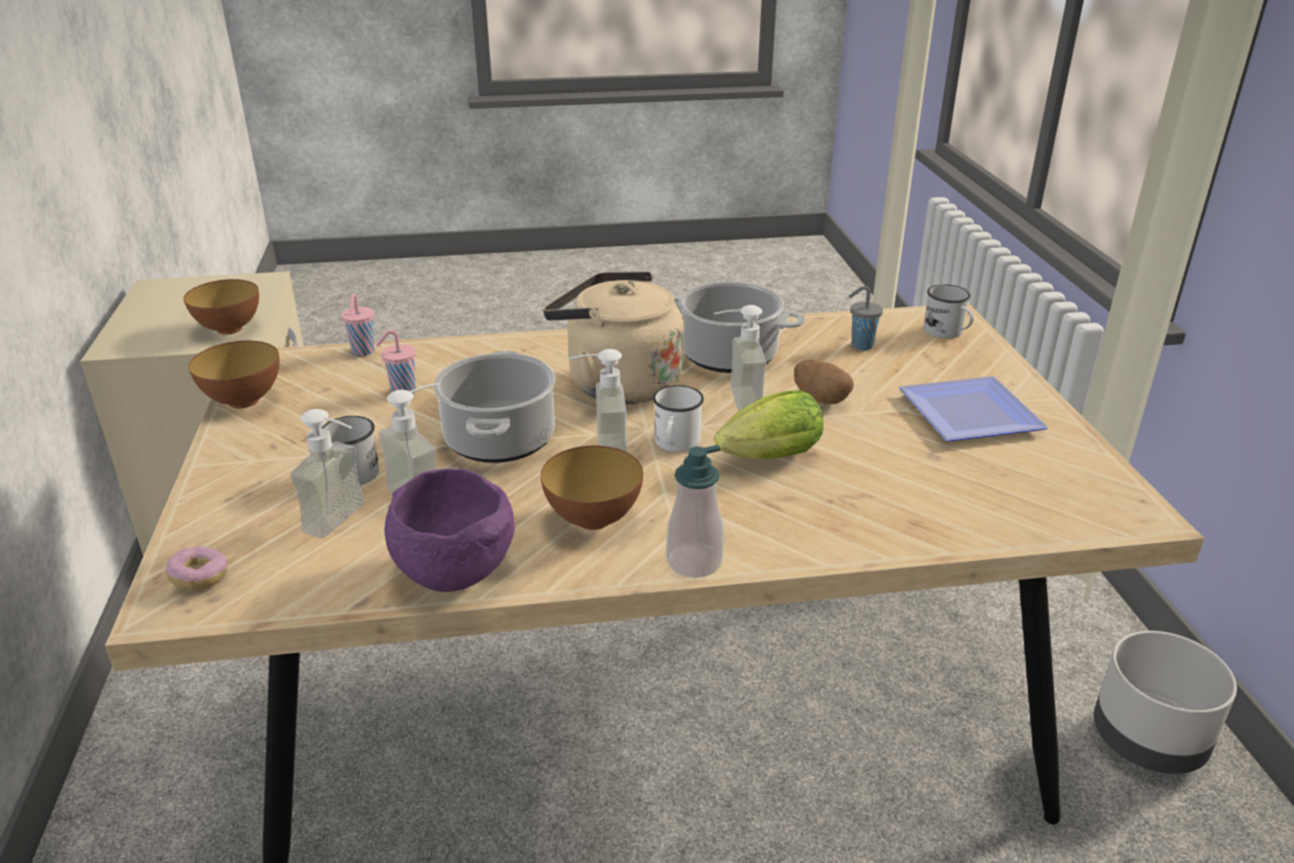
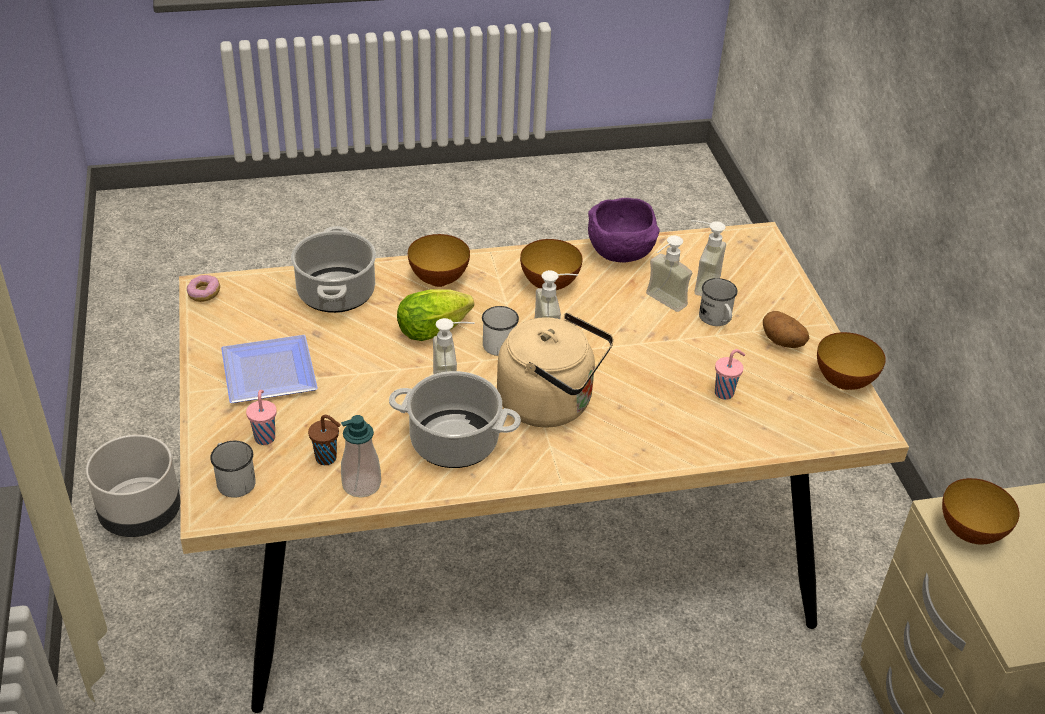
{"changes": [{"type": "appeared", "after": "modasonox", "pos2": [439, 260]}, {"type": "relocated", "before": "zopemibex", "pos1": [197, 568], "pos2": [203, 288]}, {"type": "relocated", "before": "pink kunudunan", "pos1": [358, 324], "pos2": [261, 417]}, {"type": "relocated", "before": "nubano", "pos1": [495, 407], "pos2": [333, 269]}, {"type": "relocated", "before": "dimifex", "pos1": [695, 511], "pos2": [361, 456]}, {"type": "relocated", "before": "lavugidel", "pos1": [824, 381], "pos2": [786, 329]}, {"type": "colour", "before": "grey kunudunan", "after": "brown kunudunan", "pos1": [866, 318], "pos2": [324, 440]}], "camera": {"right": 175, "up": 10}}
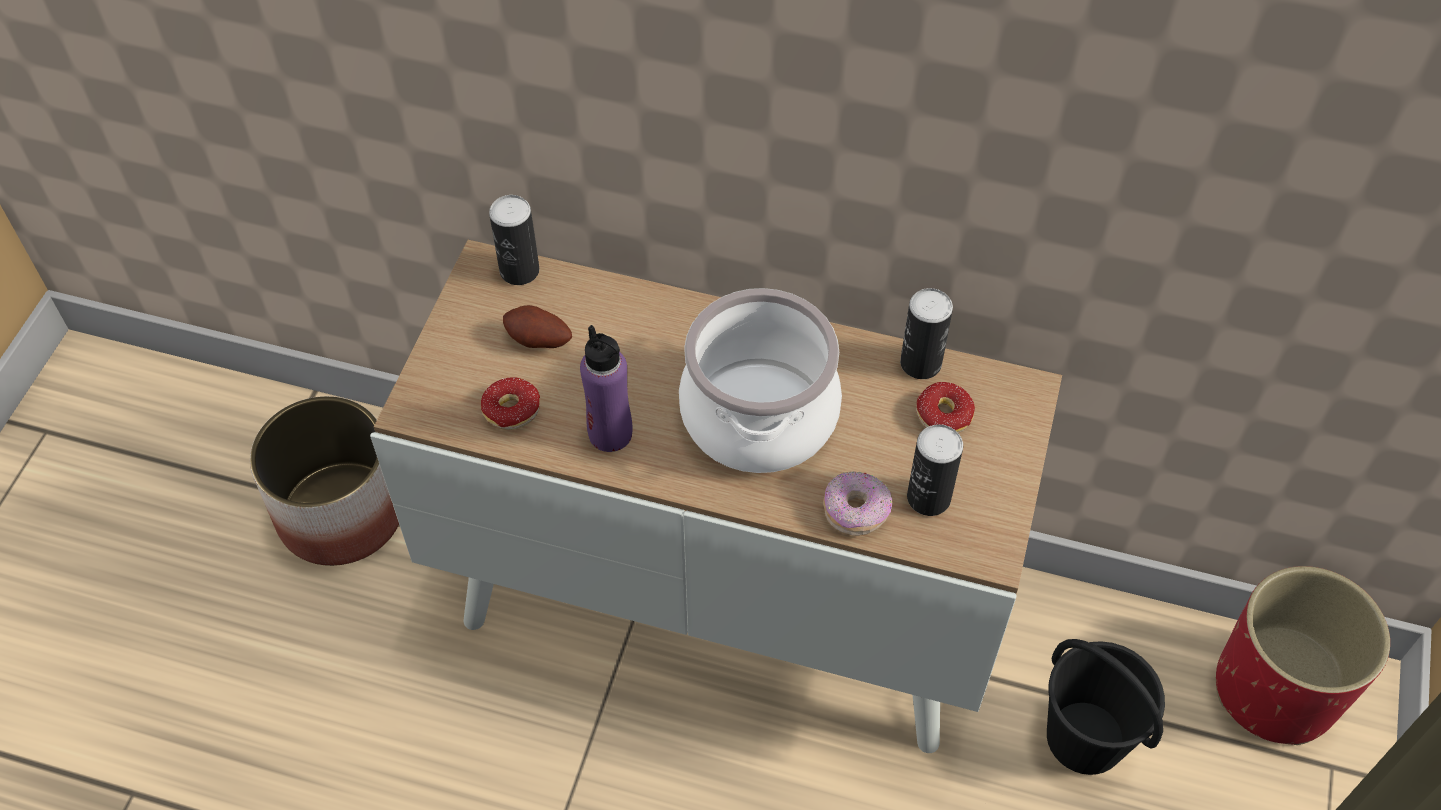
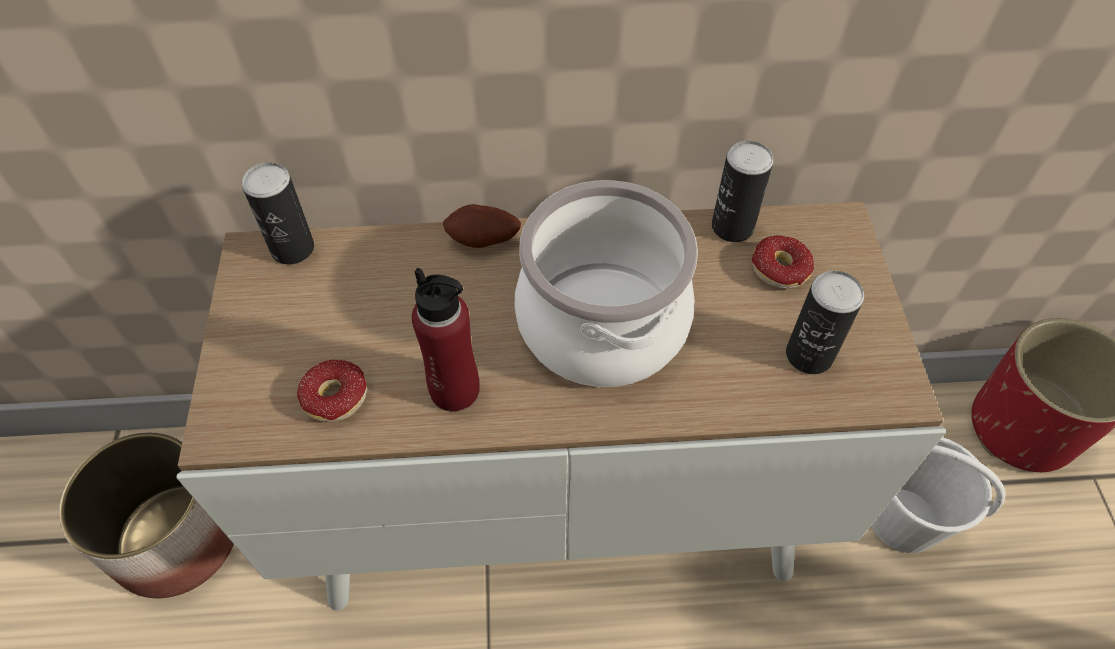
{"changes": [{"type": "missing", "before": "zopemibex", "pos1": [857, 503]}, {"type": "relocated", "before": "lavugidel", "pos1": [537, 326], "pos2": [482, 226]}, {"type": "colour", "before": "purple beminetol", "after": "red beminetol", "pos1": [606, 388], "pos2": [446, 340]}, {"type": "colour", "before": "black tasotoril", "after": "white tasotoril", "pos1": [1106, 707], "pos2": [938, 495]}], "camera": {"right": -20, "up": 0}}
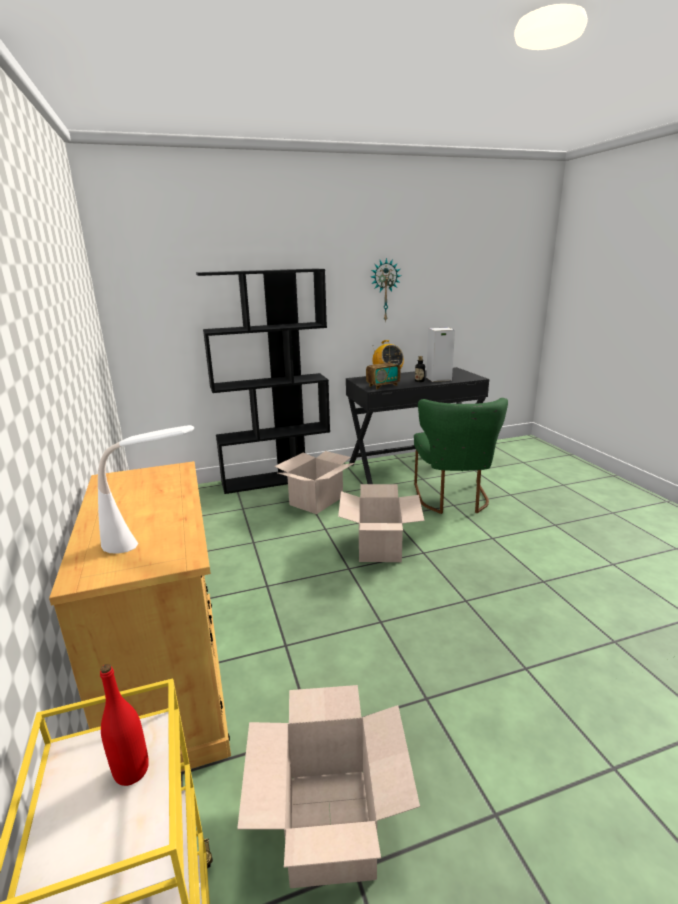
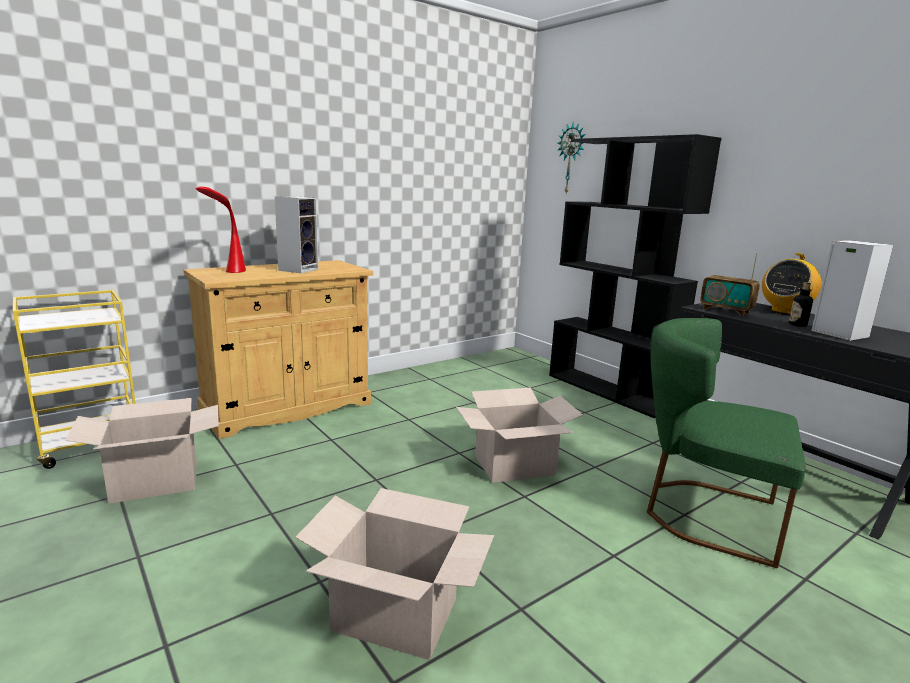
{"changes": [{"type": "missing", "before": "red beminetol", "pos1": [124, 725]}, {"type": "appeared", "after": "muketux", "pos2": [296, 234]}, {"type": "relocated", "before": "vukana", "pos1": [314, 482], "pos2": [394, 574]}, {"type": "relocated", "before": "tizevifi", "pos1": [386, 290], "pos2": [571, 158]}, {"type": "colour", "before": "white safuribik", "after": "red safuribik", "pos1": [146, 489], "pos2": [221, 229]}, {"type": "spun", "before": "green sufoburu", "pos1": [461, 456], "pos2": [726, 443], "turn": 45}], "camera": {"right": 70, "up": -5}}
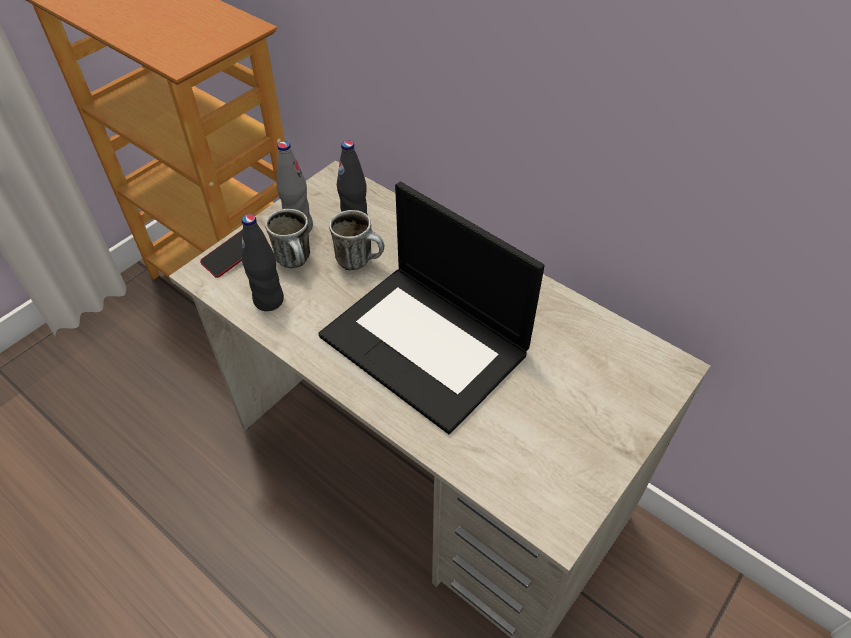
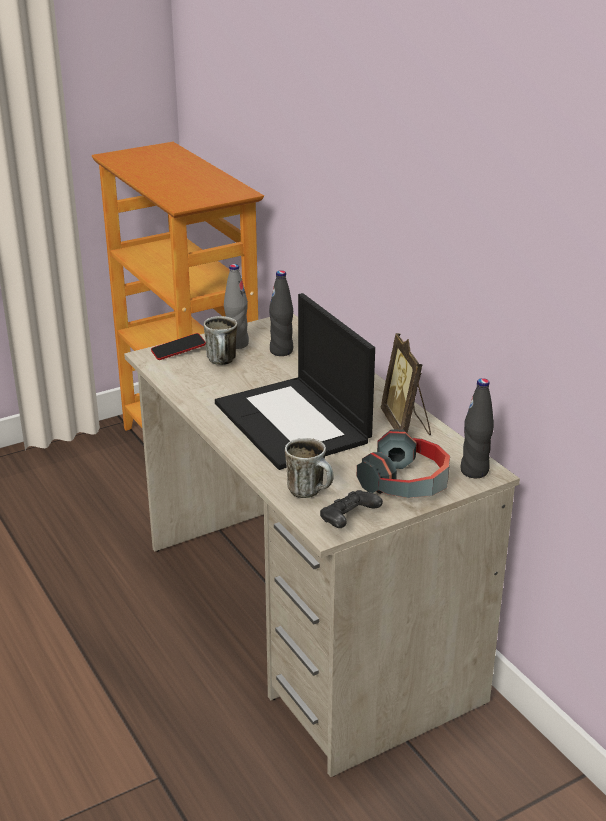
{"changes": [{"type": "appeared", "after": "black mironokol", "pos2": [351, 509]}, {"type": "appeared", "after": "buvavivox", "pos2": [403, 463]}, {"type": "appeared", "after": "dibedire", "pos2": [406, 384]}, {"type": "relocated", "before": "black beminetol", "pos1": [263, 262], "pos2": [477, 428]}, {"type": "relocated", "before": "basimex", "pos1": [356, 240], "pos2": [309, 468]}], "camera": {"right": 20, "up": -20}}
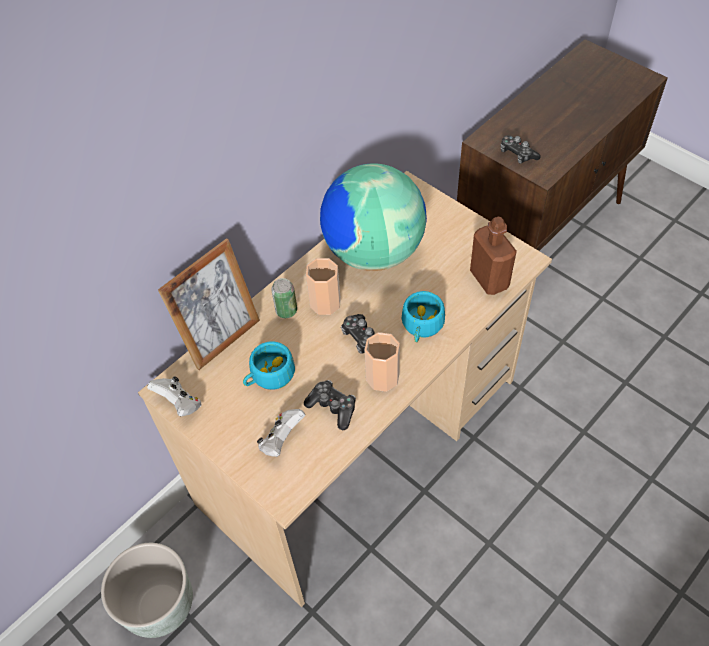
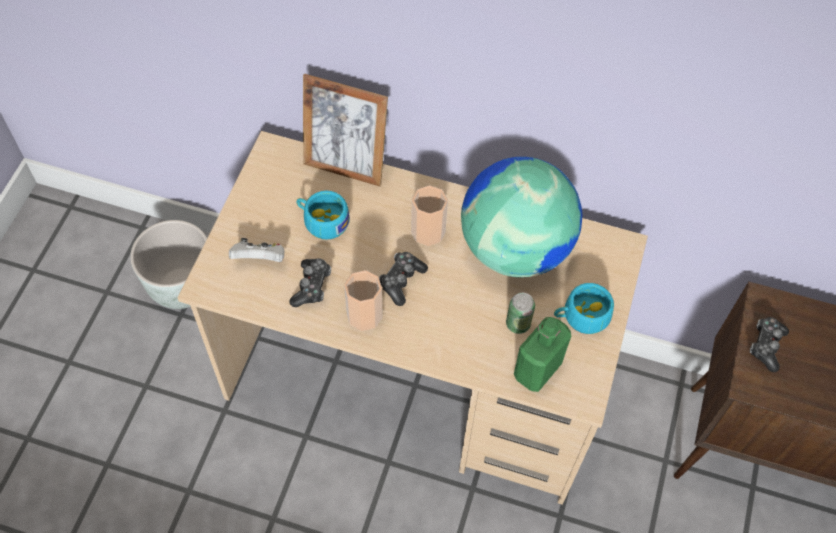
{"changes": [{"type": "missing", "before": "white mironokol", "pos1": [174, 396]}, {"type": "relocated", "before": "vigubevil", "pos1": [284, 298], "pos2": [520, 313]}, {"type": "relocated", "before": "turquoise kunudunan", "pos1": [423, 316], "pos2": [584, 308]}, {"type": "colour", "before": "brown beminetol", "after": "green beminetol", "pos1": [493, 255], "pos2": [542, 354]}], "camera": {"right": 60, "up": 5}}
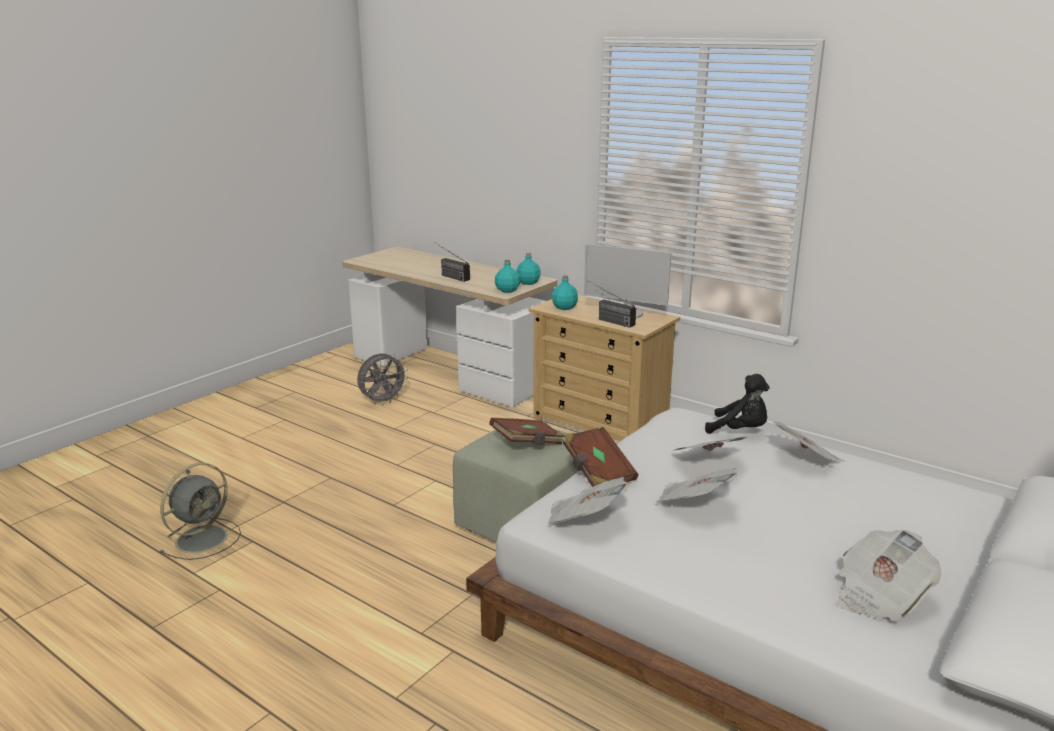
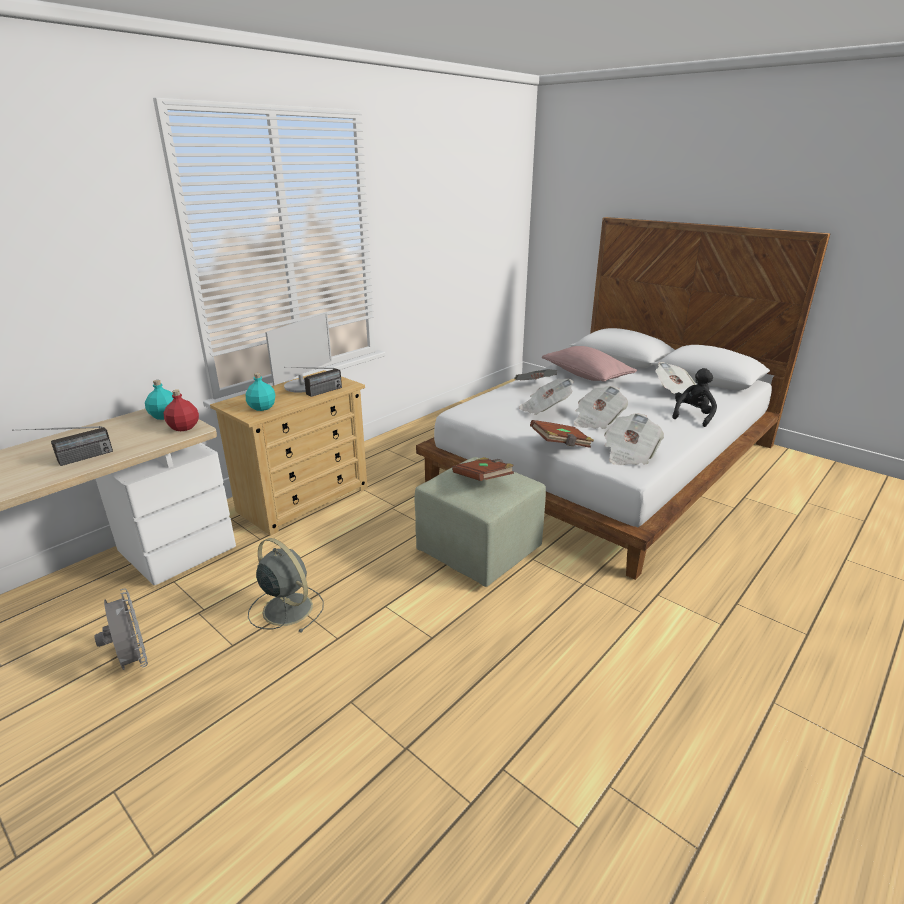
{"changes": [{"type": "appeared", "after": "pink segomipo", "pos2": [589, 364]}, {"type": "relocated", "before": "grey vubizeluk", "pos1": [200, 511], "pos2": [286, 585]}, {"type": "relocated", "before": "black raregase", "pos1": [737, 404], "pos2": [694, 397]}, {"type": "colour", "before": "turquoise beminetol", "after": "red beminetol", "pos1": [508, 276], "pos2": [181, 410]}], "camera": {"right": -85, "up": 5}}
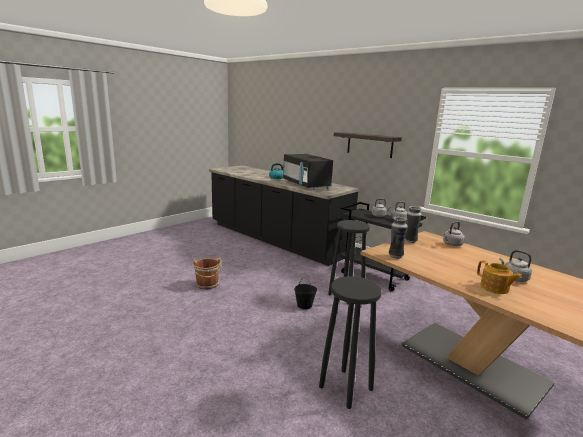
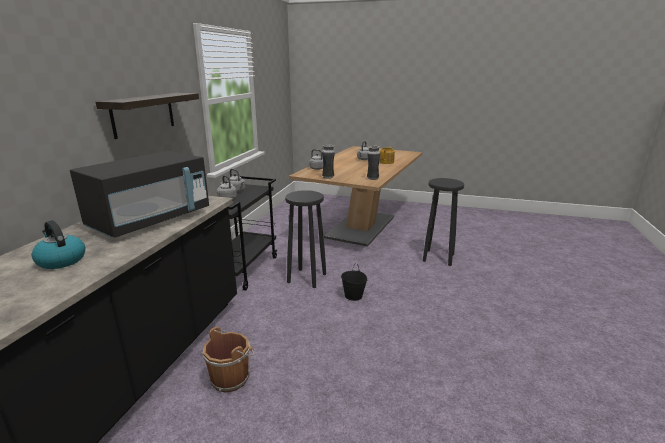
{"changes": [{"type": "relocated", "before": "brown tasotoril", "pos1": [206, 273], "pos2": [227, 360]}], "camera": {"right": -115, "up": 5}}
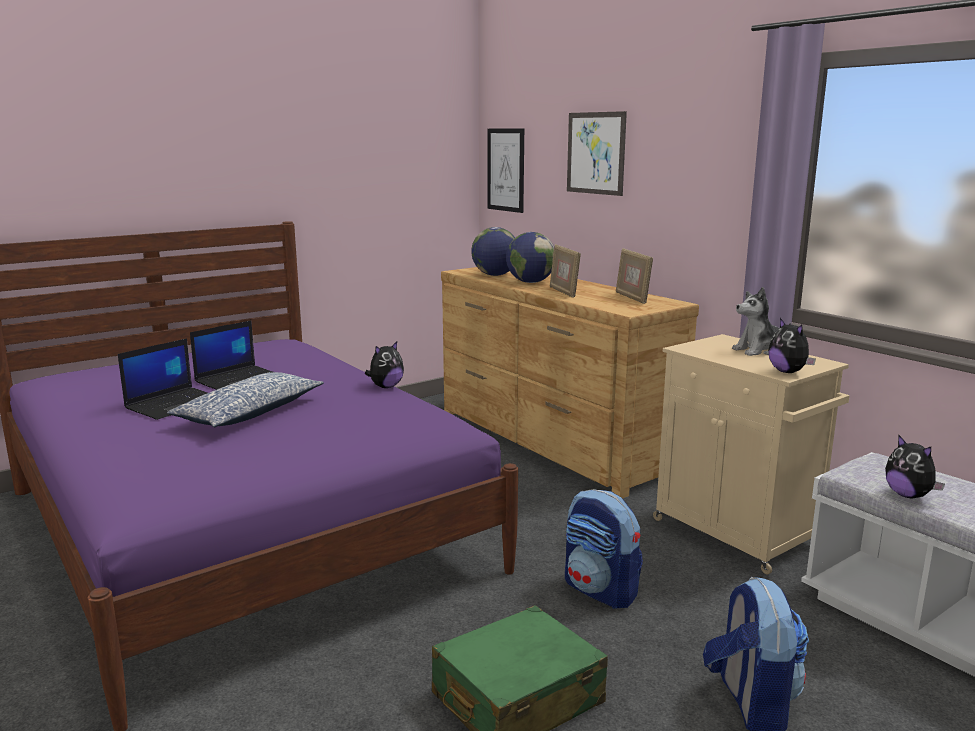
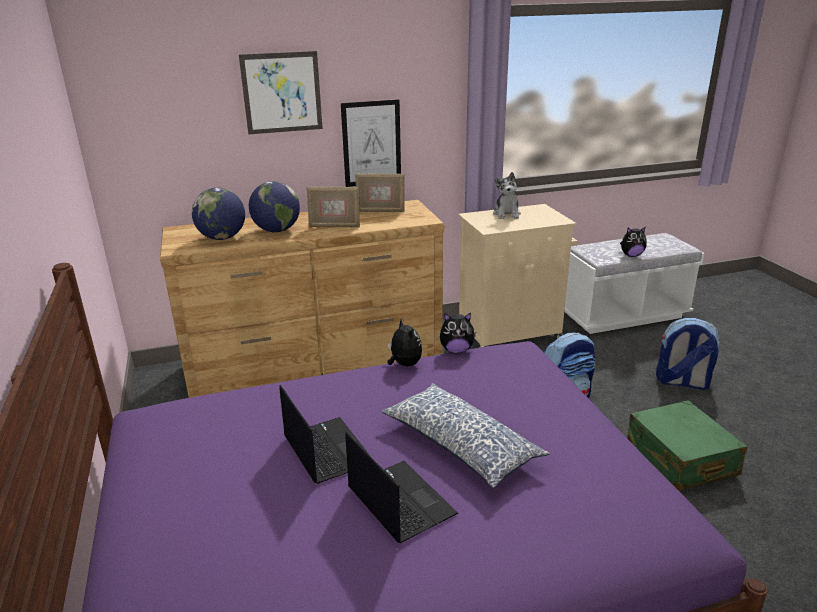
{"changes": [{"type": "relocated", "before": "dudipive", "pos1": [505, 170], "pos2": [371, 143]}, {"type": "relocated", "before": "raregase", "pos1": [792, 345], "pos2": [458, 333]}], "camera": {"right": -70, "up": 10}}
